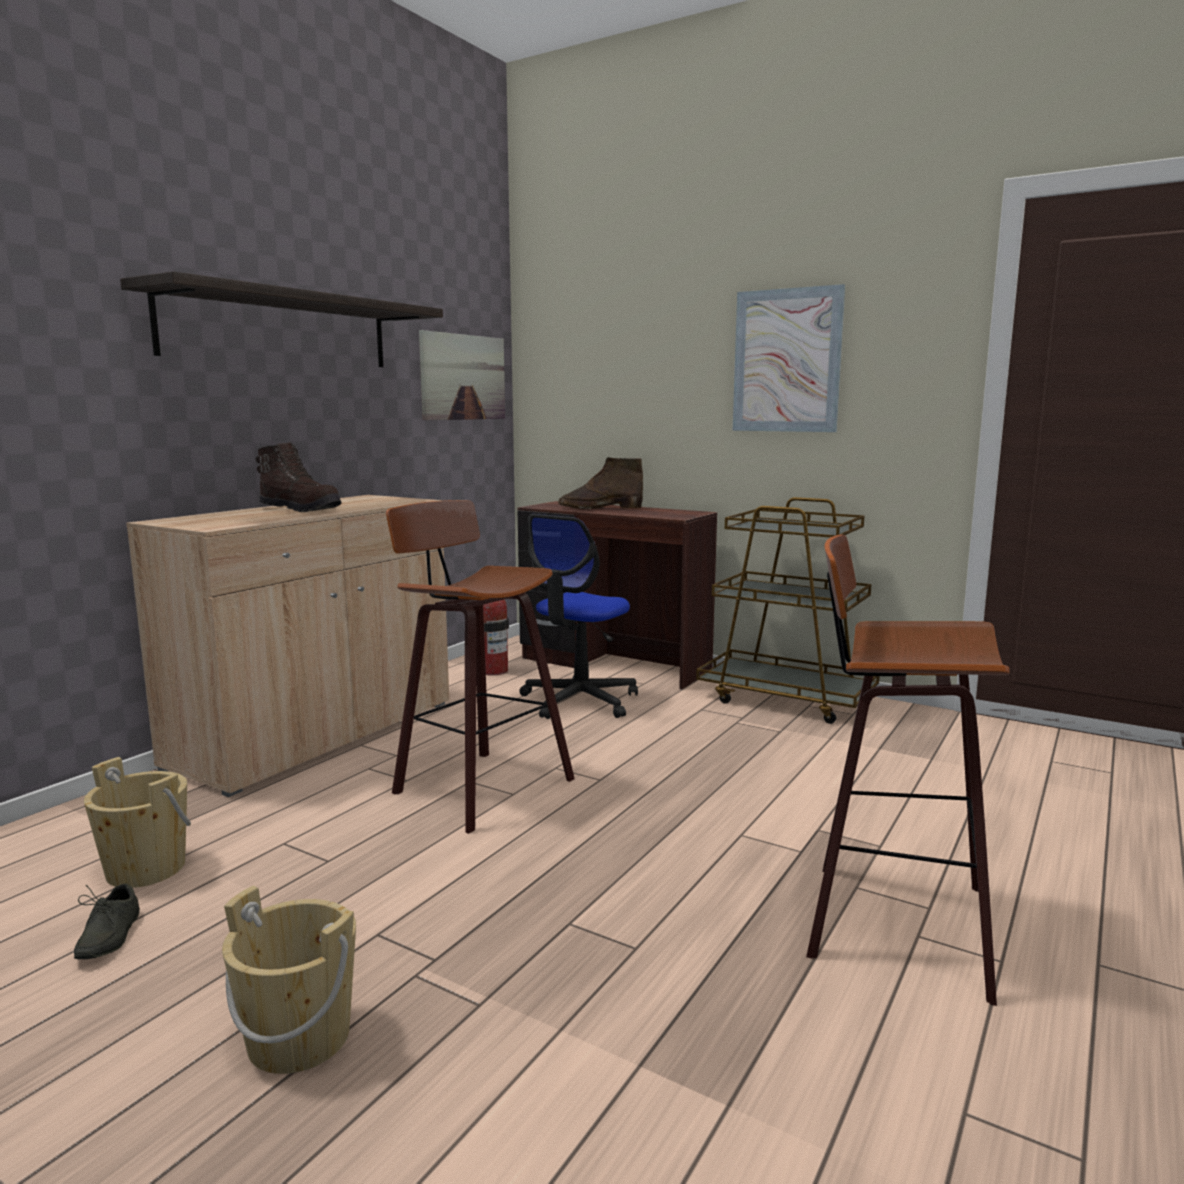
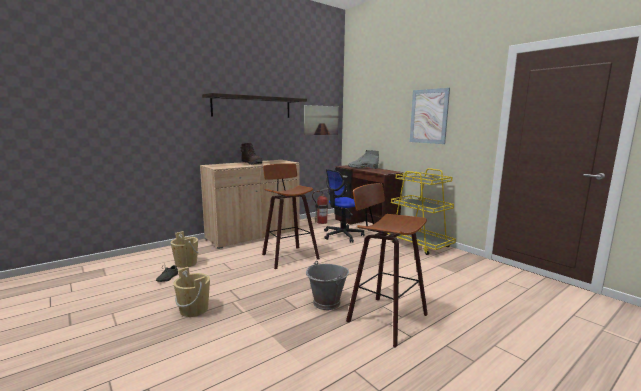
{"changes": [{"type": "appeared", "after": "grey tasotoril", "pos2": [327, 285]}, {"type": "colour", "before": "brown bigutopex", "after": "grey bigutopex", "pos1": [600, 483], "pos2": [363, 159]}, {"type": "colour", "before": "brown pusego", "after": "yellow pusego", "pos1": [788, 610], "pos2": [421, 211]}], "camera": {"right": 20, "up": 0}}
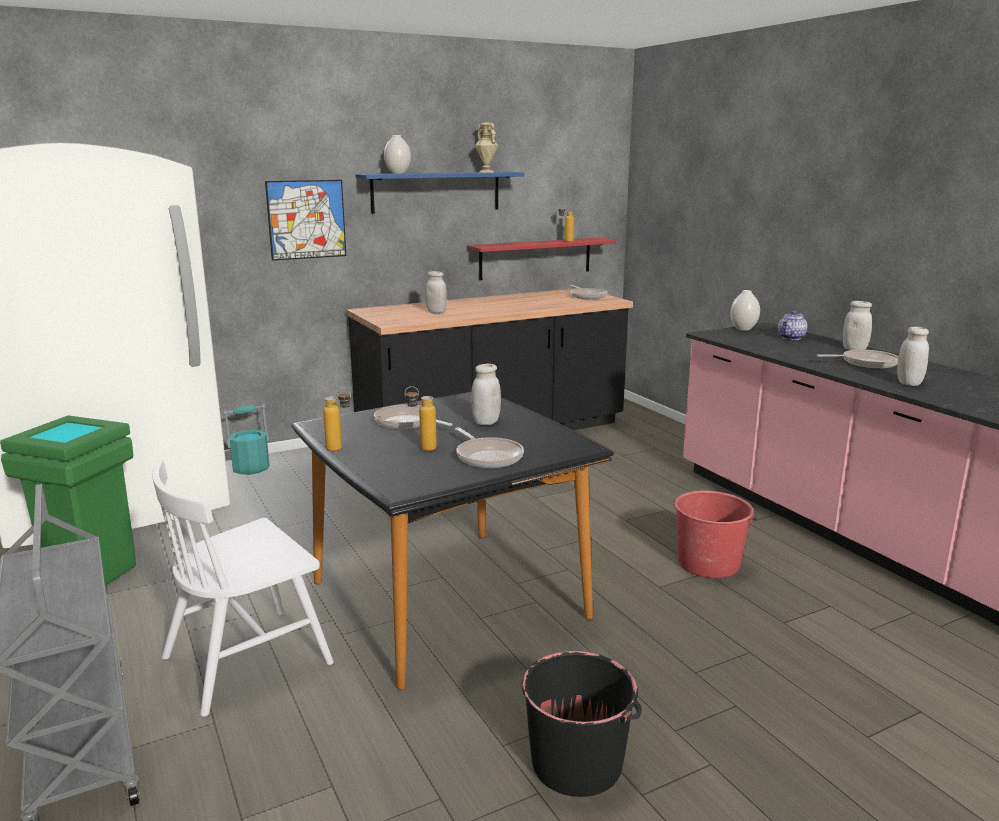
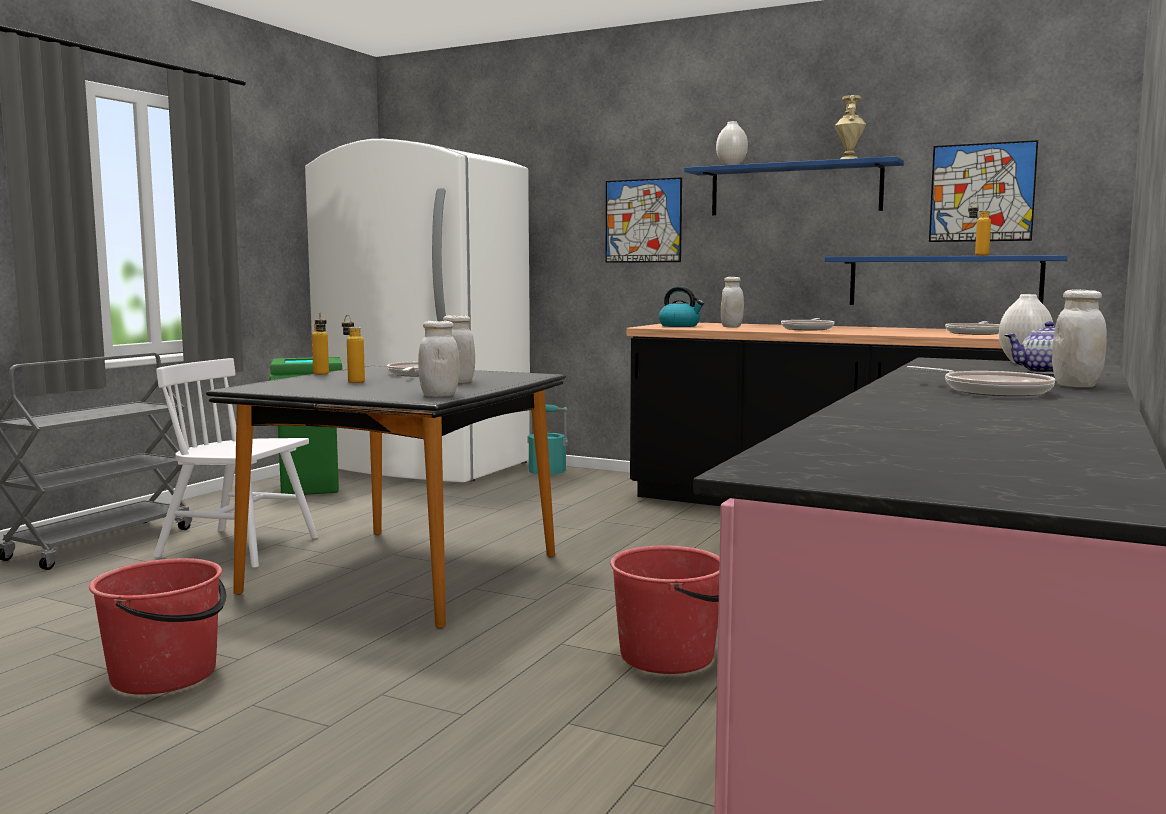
{"changes": [{"type": "appeared", "after": "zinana", "pos2": [681, 307]}, {"type": "appeared", "after": "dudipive", "pos2": [983, 191]}, {"type": "relocated", "before": "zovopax", "pos1": [489, 448], "pos2": [807, 324]}, {"type": "relocated", "before": "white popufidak", "pos1": [913, 356], "pos2": [438, 359]}, {"type": "colour", "before": "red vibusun", "after": "blue vibusun", "pos1": [541, 258], "pos2": [946, 280]}, {"type": "colour", "before": "black tasotoril", "after": "red tasotoril", "pos1": [582, 724], "pos2": [157, 626]}], "camera": {"right": 55, "up": -10}}
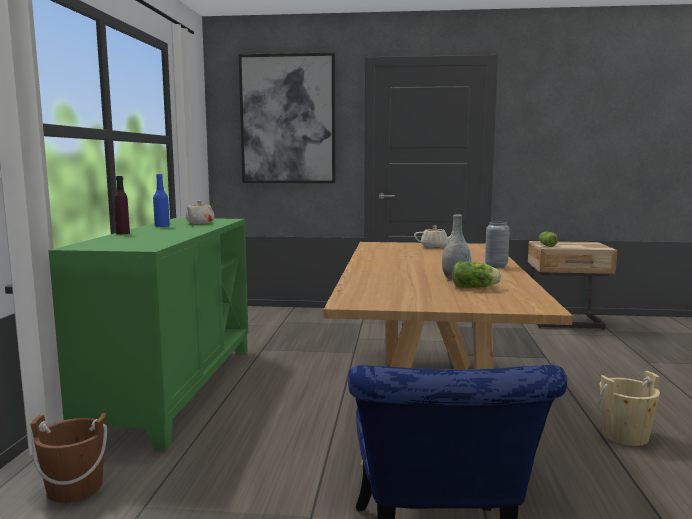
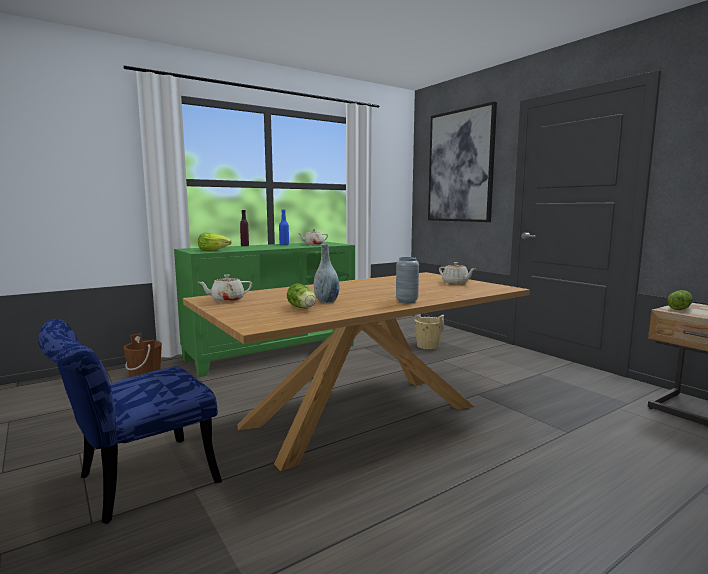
{"changes": [{"type": "appeared", "after": "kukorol", "pos2": [215, 242]}, {"type": "appeared", "after": "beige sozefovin", "pos2": [225, 288]}, {"type": "relocated", "before": "beige tasotoril", "pos1": [629, 408], "pos2": [429, 331]}], "camera": {"right": 50, "up": 0}}
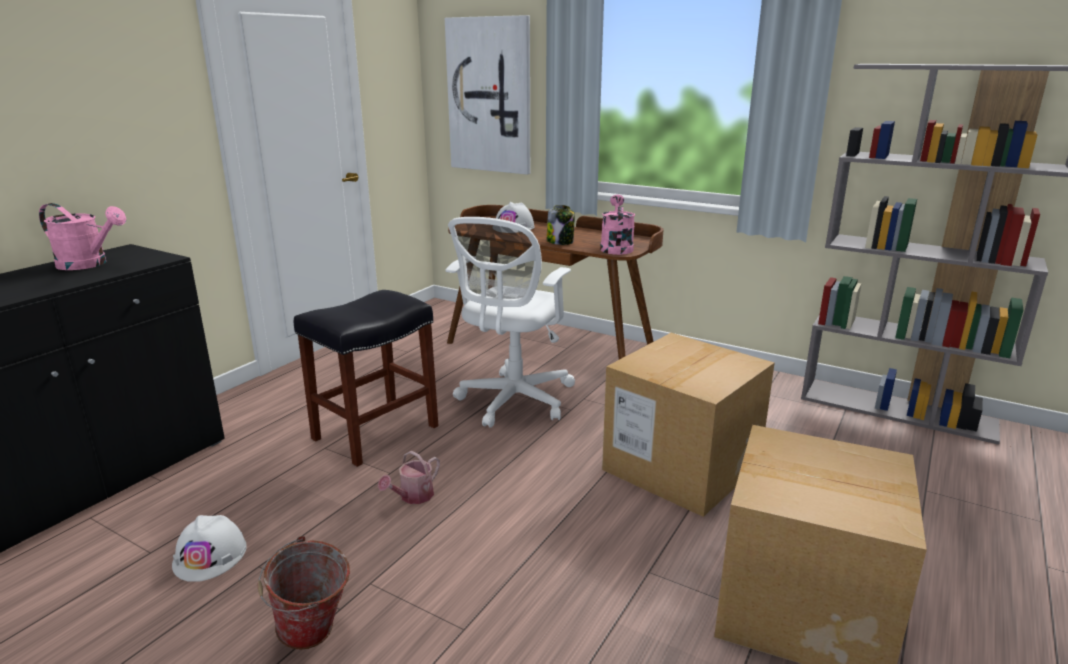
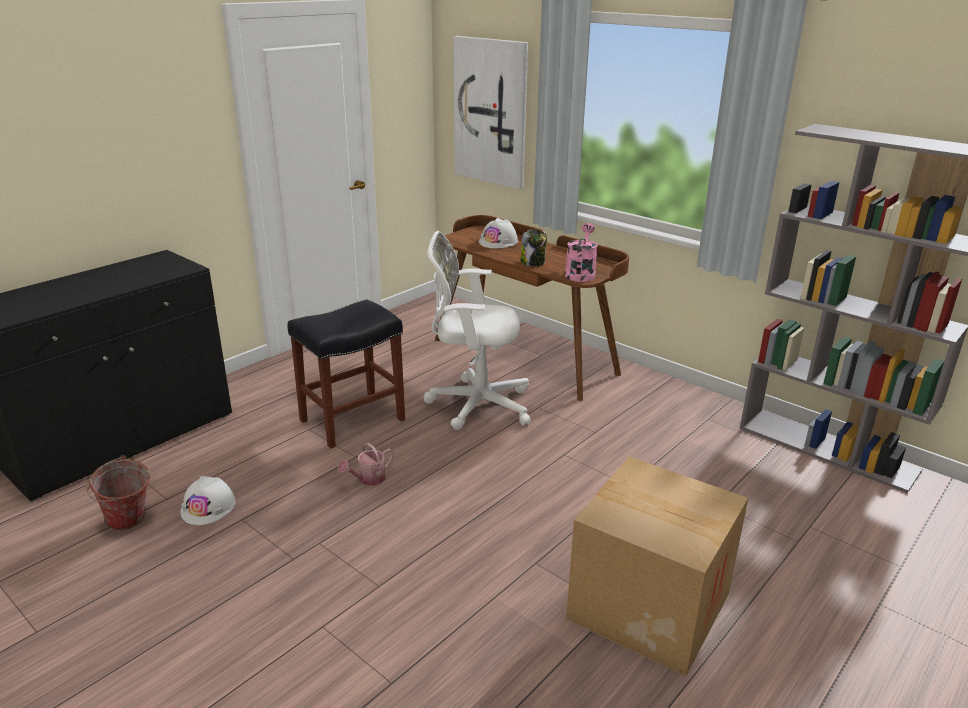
{"changes": [{"type": "missing", "before": "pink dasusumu", "pos1": [82, 236]}, {"type": "missing", "before": "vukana", "pos1": [688, 425]}, {"type": "relocated", "before": "tasotoril", "pos1": [304, 593], "pos2": [118, 493]}, {"type": "spun", "before": "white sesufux", "pos1": [510, 322], "pos2": [477, 330], "turn": 60}], "camera": {"right": 10, "up": 5}}
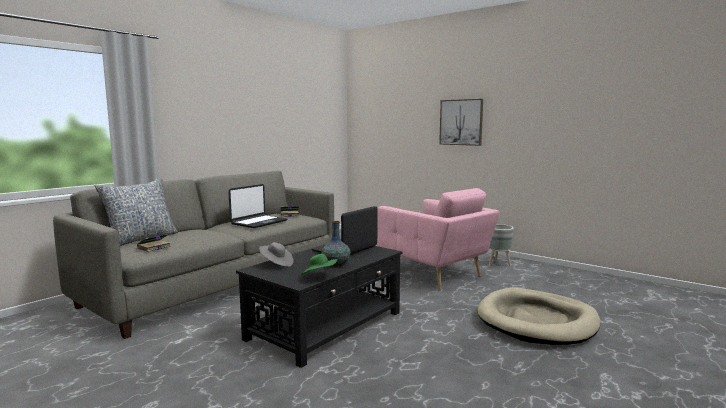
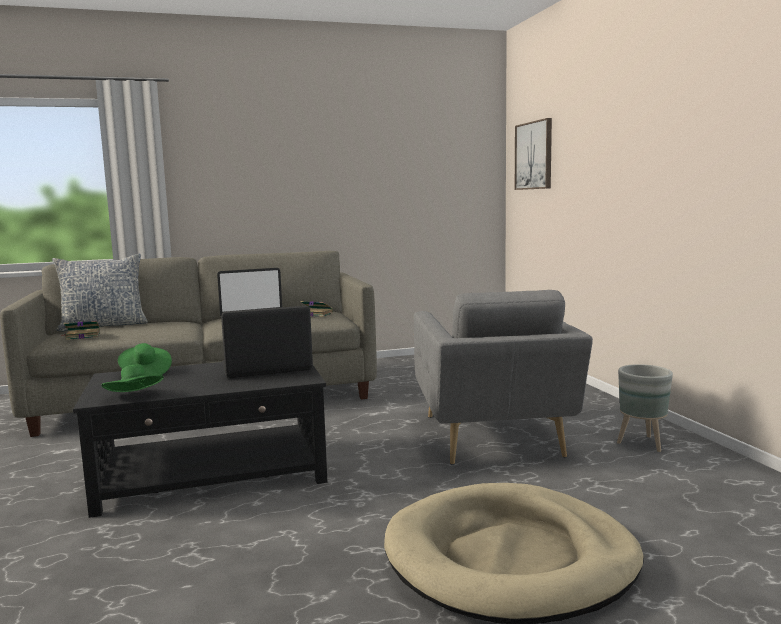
{"changes": [{"type": "missing", "before": "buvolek", "pos1": [336, 244]}, {"type": "relocated", "before": "dudipive", "pos1": [461, 122], "pos2": [533, 154]}, {"type": "colour", "before": "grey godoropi", "after": "green godoropi", "pos1": [276, 254], "pos2": [145, 359]}, {"type": "colour", "before": "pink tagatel", "after": "grey tagatel", "pos1": [438, 239], "pos2": [503, 377]}], "camera": {"right": 35, "up": 0}}
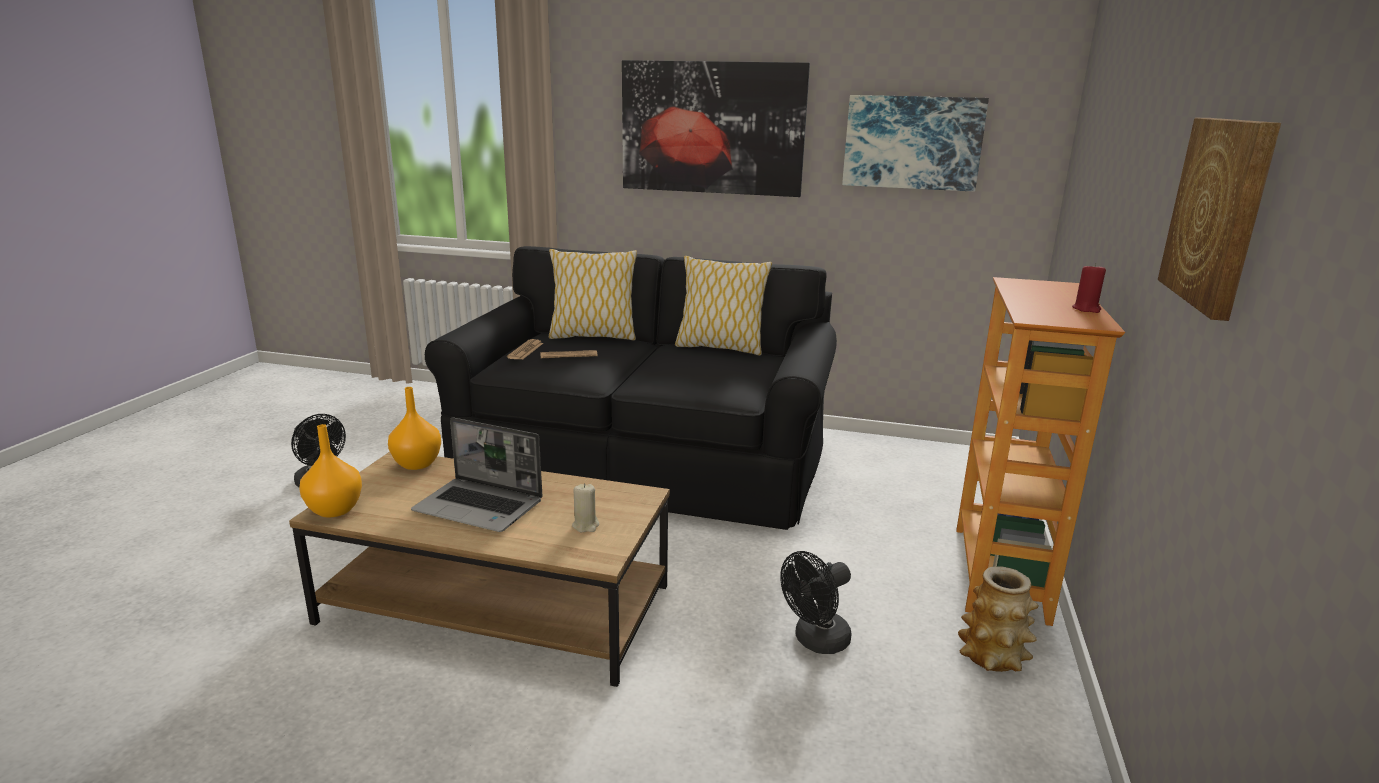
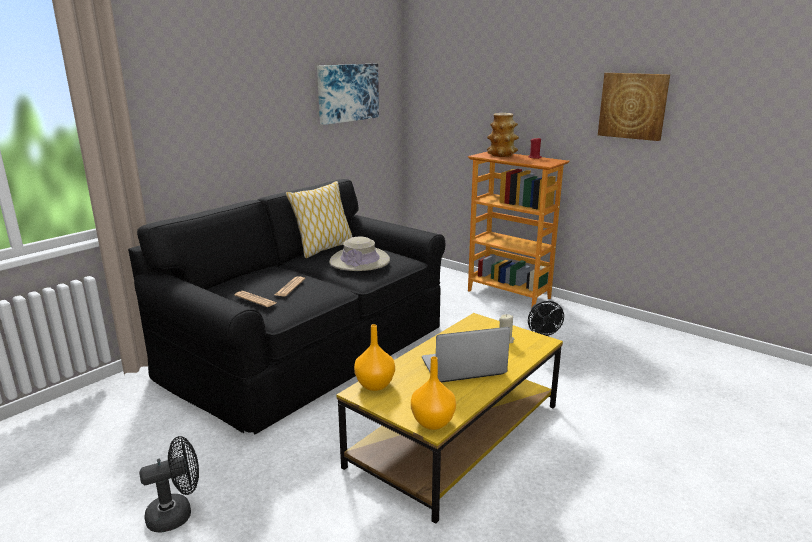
{"changes": [{"type": "missing", "before": "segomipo", "pos1": [593, 294]}, {"type": "missing", "before": "dudipive", "pos1": [716, 128]}, {"type": "appeared", "after": "beige godoropi", "pos2": [359, 254]}, {"type": "relocated", "before": "buvolek", "pos1": [998, 619], "pos2": [503, 135]}, {"type": "colour", "before": "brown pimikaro", "after": "yellow pimikaro", "pos1": [479, 569], "pos2": [450, 418]}, {"type": "spun", "before": "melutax", "pos1": [477, 474], "pos2": [466, 355], "turn": -150}], "camera": {"right": -65, "up": 0}}
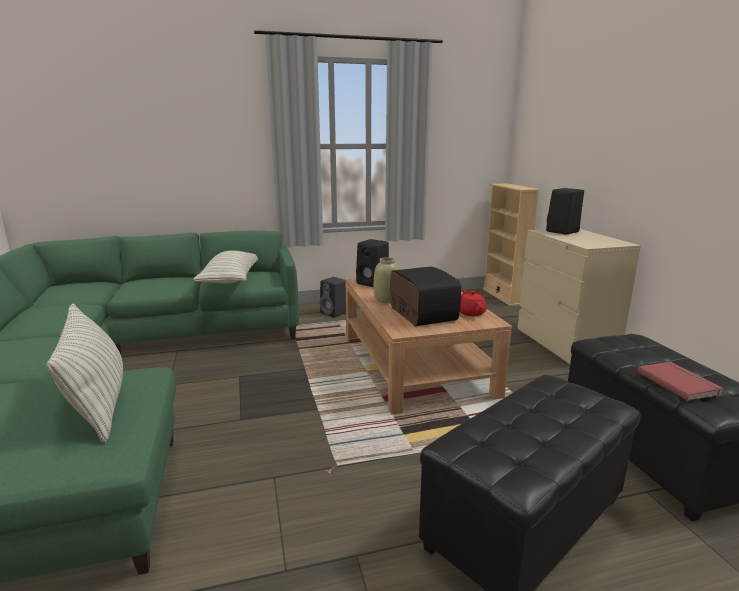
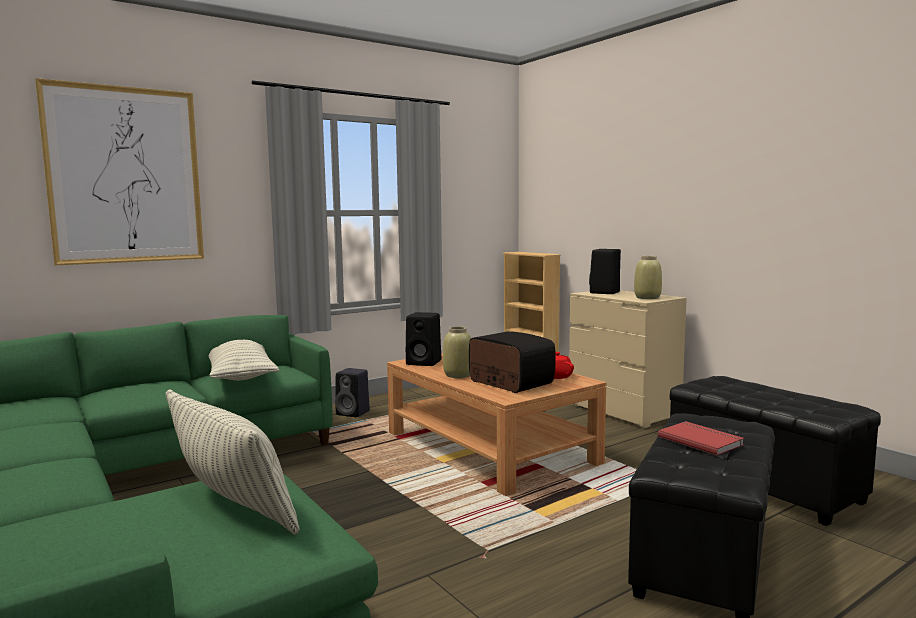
{"changes": [{"type": "appeared", "after": "dudipive", "pos2": [119, 171]}, {"type": "appeared", "after": "beige buvolek", "pos2": [648, 277]}, {"type": "relocated", "before": "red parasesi", "pos1": [680, 381], "pos2": [701, 438]}], "camera": {"right": -20, "up": -10}}
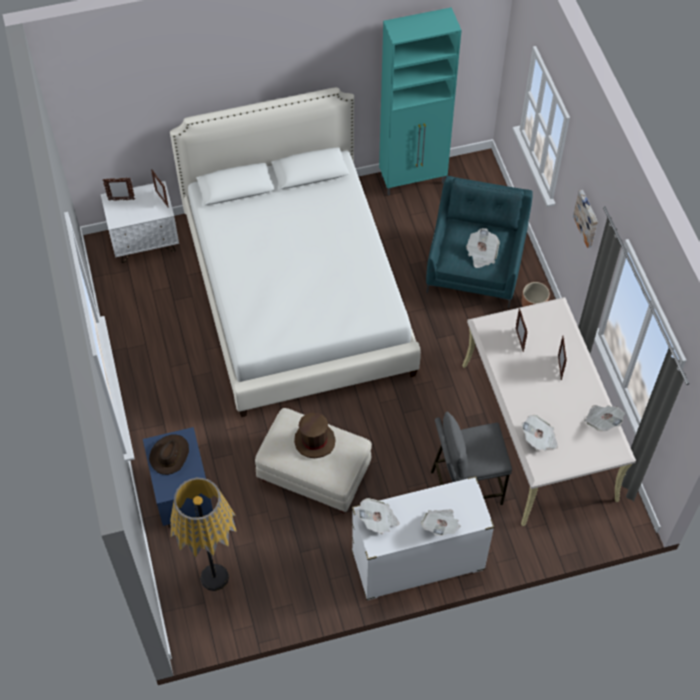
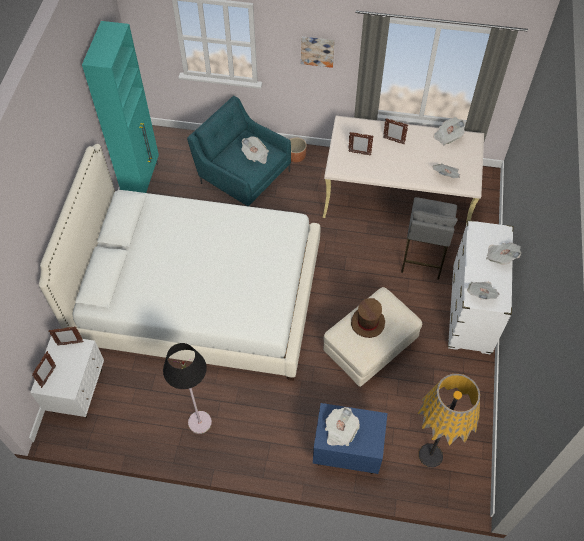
{"changes": [{"type": "appeared", "after": "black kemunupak", "pos2": [187, 388]}, {"type": "exchanged", "before": "brown godoropi", "after": "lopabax", "pos1": [169, 455], "pos2": [342, 426]}], "camera": {"right": -65, "up": 0}}
